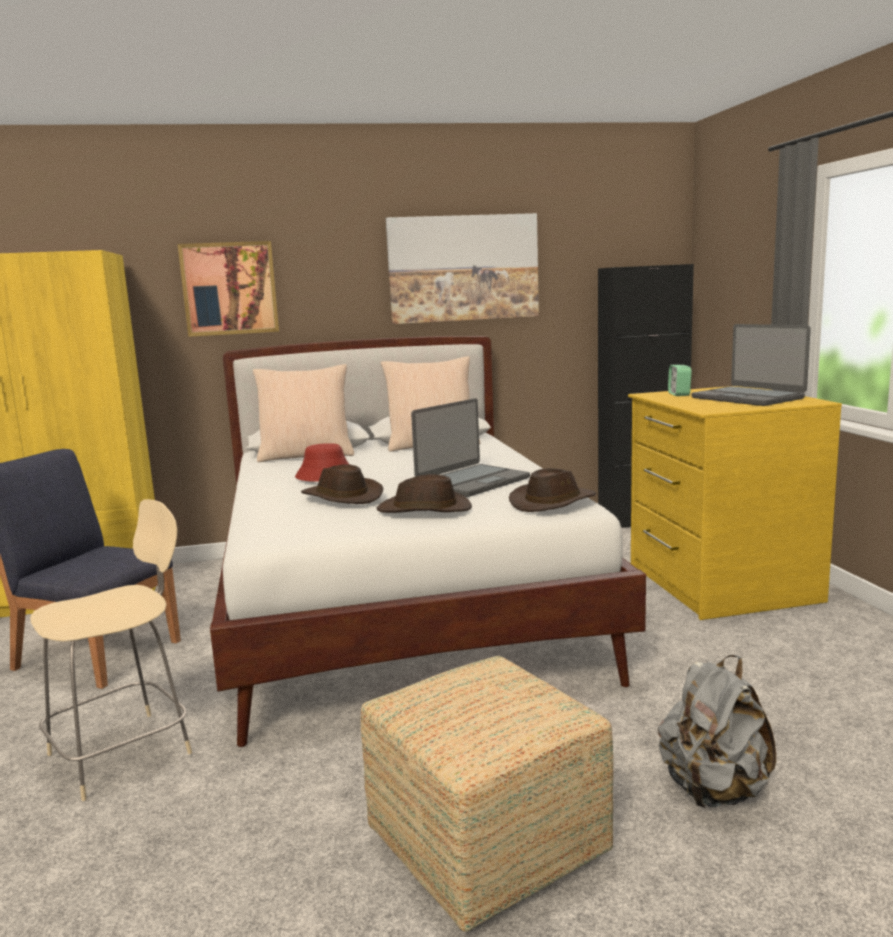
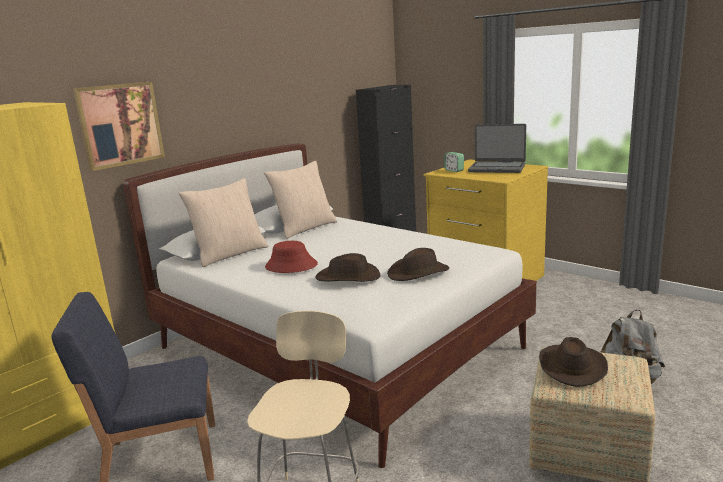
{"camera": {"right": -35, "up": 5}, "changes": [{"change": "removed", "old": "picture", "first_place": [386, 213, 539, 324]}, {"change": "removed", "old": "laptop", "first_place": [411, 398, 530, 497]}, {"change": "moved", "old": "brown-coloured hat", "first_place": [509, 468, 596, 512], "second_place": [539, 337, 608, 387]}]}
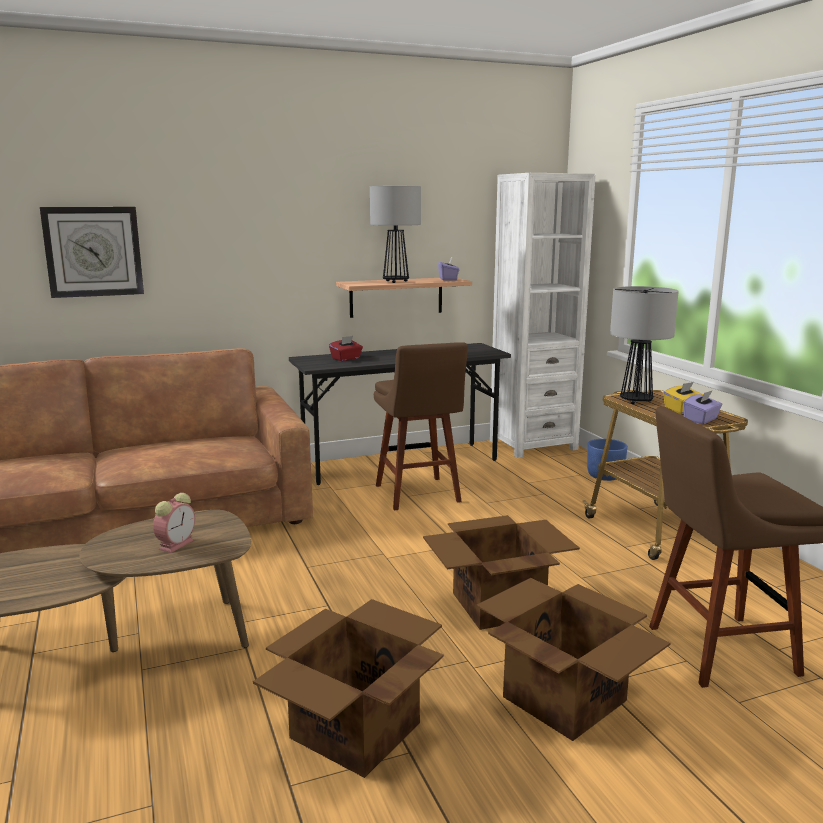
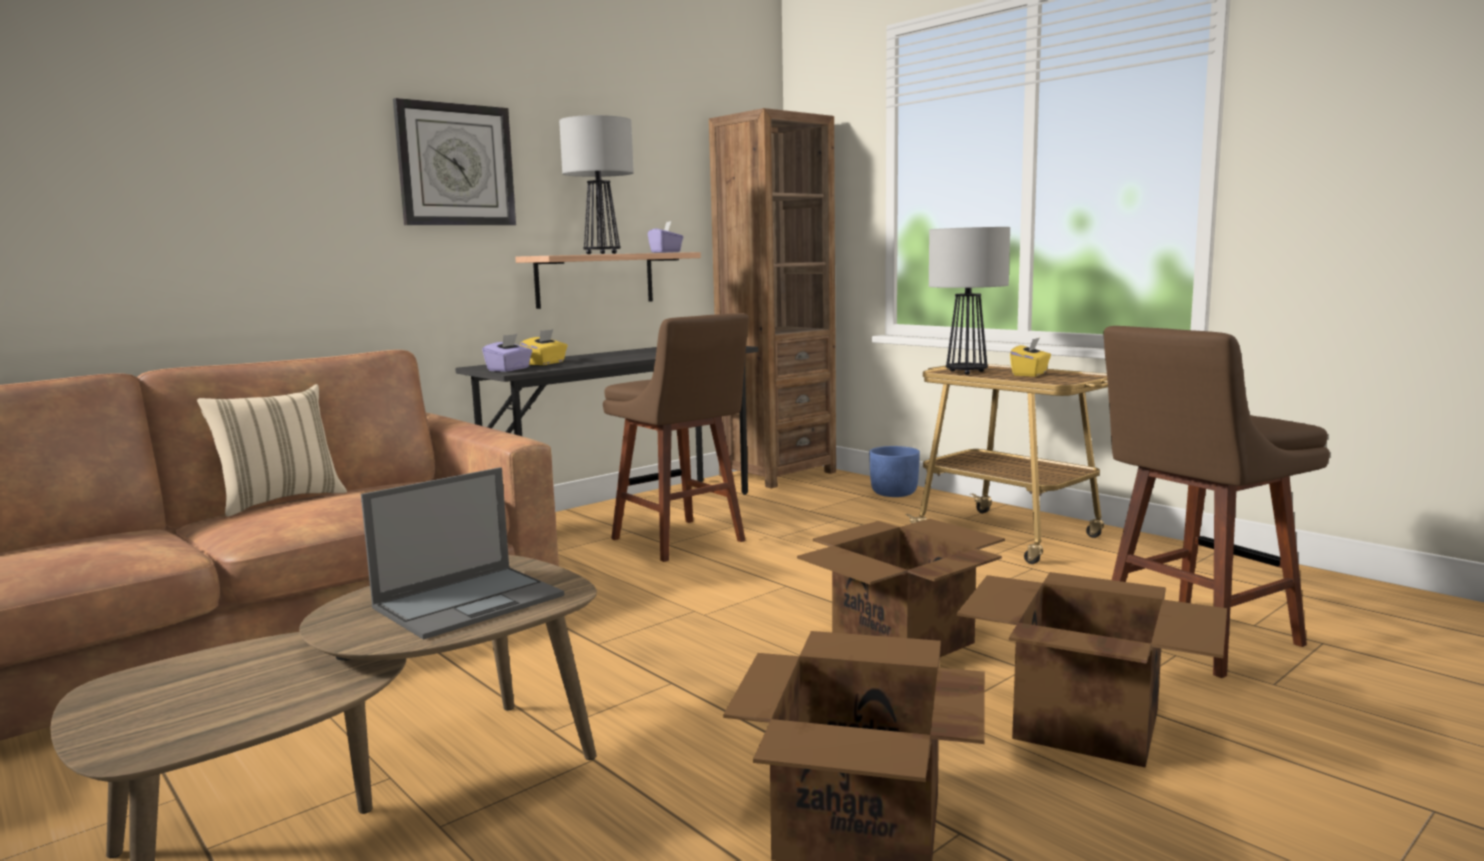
{"camera": {"right": -20, "up": -5}, "changes": [{"change": "added", "new": "beige-coloured cushion", "second_place": [197, 384, 347, 517]}, {"change": "moved", "old": "wall clock", "first_place": [40, 207, 144, 298], "second_place": [393, 98, 516, 225]}, {"change": "moved", "old": "purplish tissue box", "first_place": [683, 390, 722, 424], "second_place": [482, 334, 532, 372]}, {"change": "replaced", "old": "table clock", "new": "laptop", "first_place": [153, 493, 195, 553], "second_place": [361, 467, 564, 640]}, {"change": "recoloured", "old": "reddish tissue box", "new": "yellow tissue box", "first_place": [329, 336, 363, 361], "second_place": [520, 329, 568, 365]}, {"change": "recoloured", "old": "white bookshelf", "new": "brown-coloured bookshelf", "first_place": [490, 173, 596, 458], "second_place": [709, 108, 836, 488]}]}
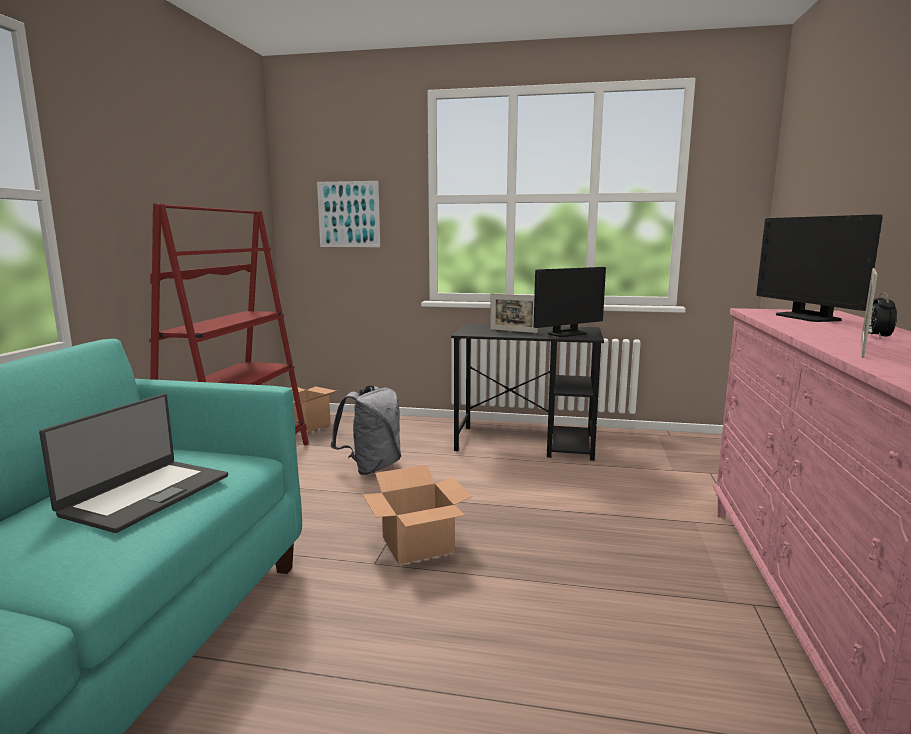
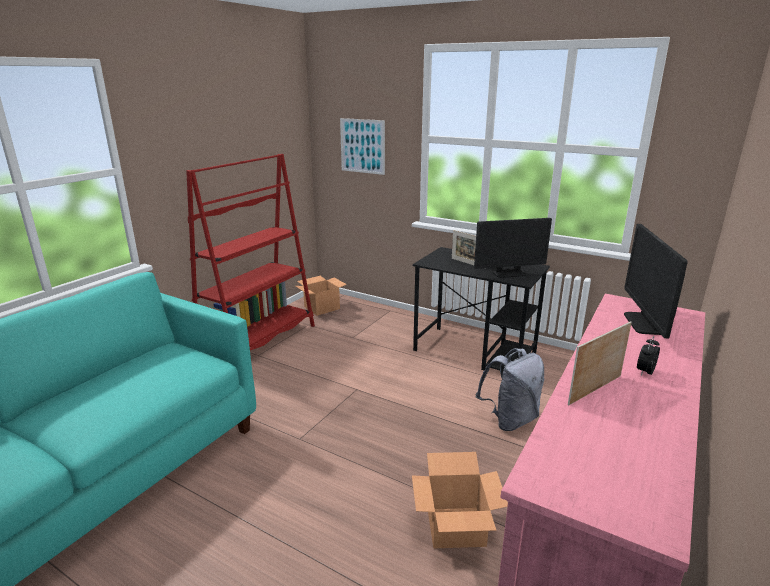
{"camera": {"right": 20, "up": 10}, "changes": [{"change": "removed", "old": "laptop", "first_place": [39, 394, 228, 533]}, {"change": "moved", "old": "grey backpack", "first_place": [331, 385, 401, 475], "second_place": [476, 348, 544, 431]}, {"change": "moved", "old": "carton", "first_place": [363, 465, 472, 564], "second_place": [412, 452, 508, 548]}]}
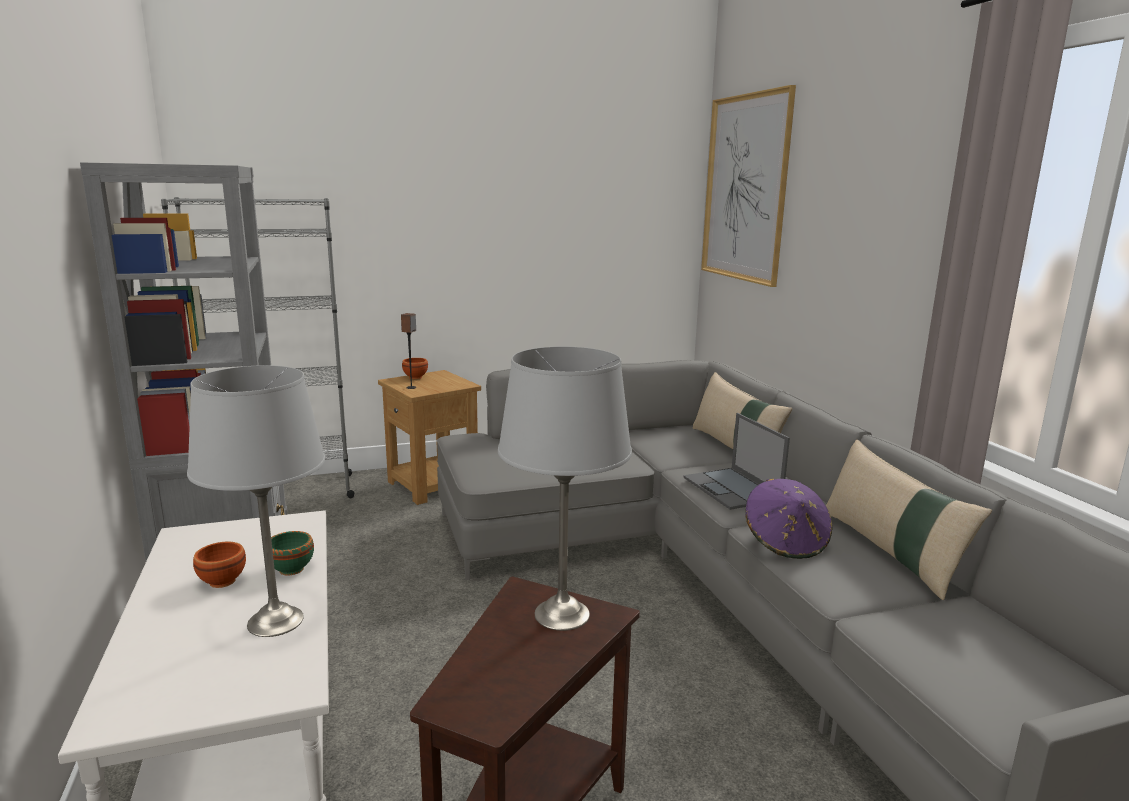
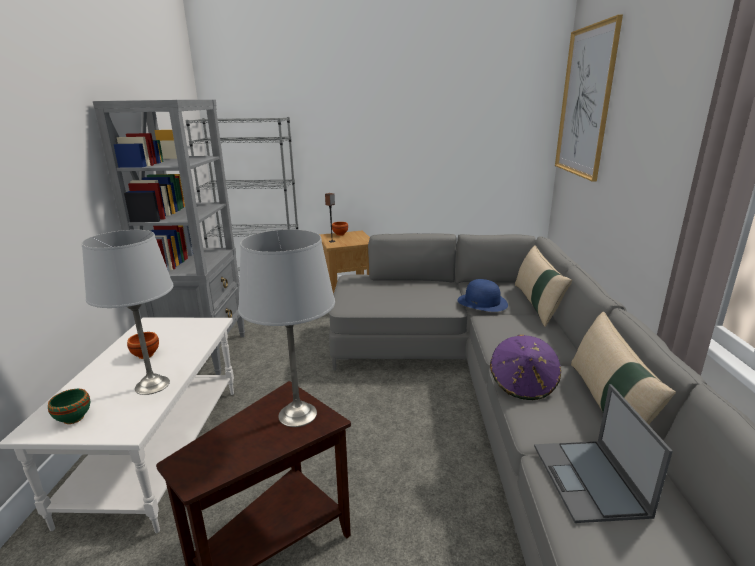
{"camera": {"right": 20, "up": 5}, "changes": [{"change": "added", "new": "bluish hat", "second_place": [457, 279, 508, 312]}, {"change": "moved", "old": "greenish bowl", "first_place": [271, 531, 314, 575], "second_place": [48, 389, 90, 424]}, {"change": "moved", "old": "laptop", "first_place": [684, 413, 790, 510], "second_place": [534, 384, 673, 523]}]}
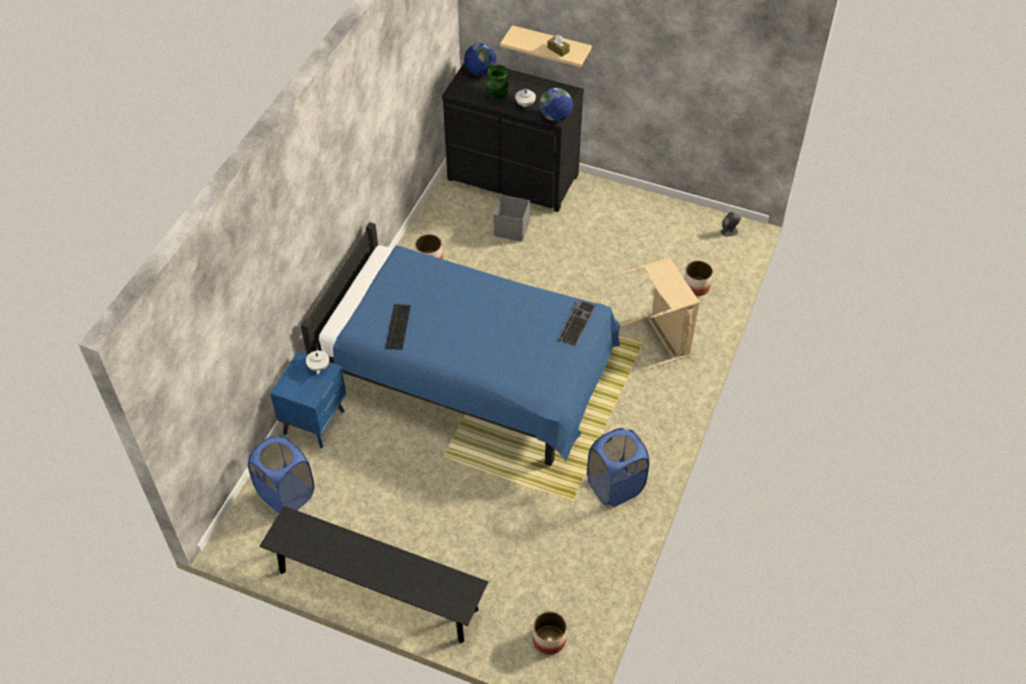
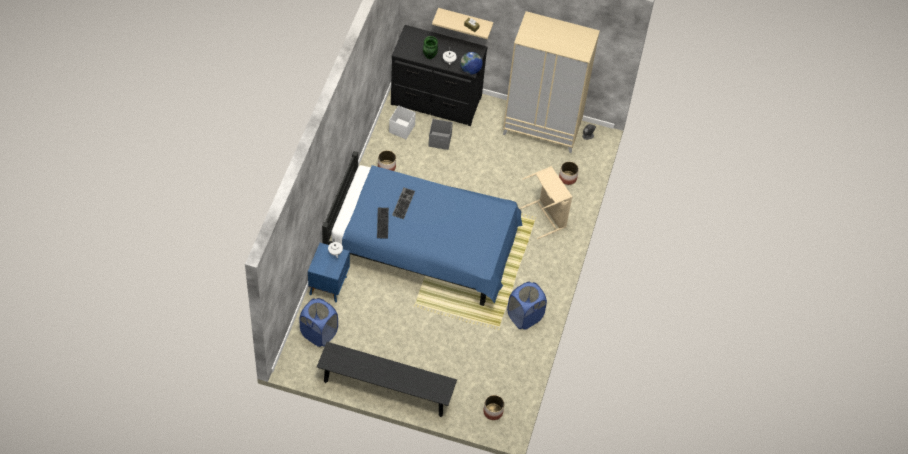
{"camera": {"right": -10, "up": 5}, "changes": [{"change": "removed", "old": "world globe", "first_place": [464, 43, 496, 76]}, {"change": "added", "new": "white storage bin", "second_place": [389, 105, 416, 139]}, {"change": "added", "new": "beige-coloured armoire", "second_place": [503, 11, 600, 153]}, {"change": "moved", "old": "keyboard", "first_place": [557, 300, 596, 346], "second_place": [392, 188, 415, 219]}]}
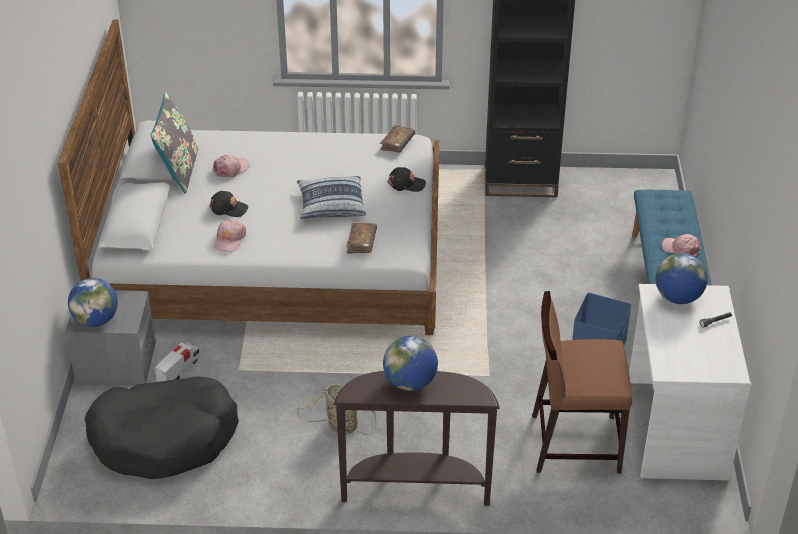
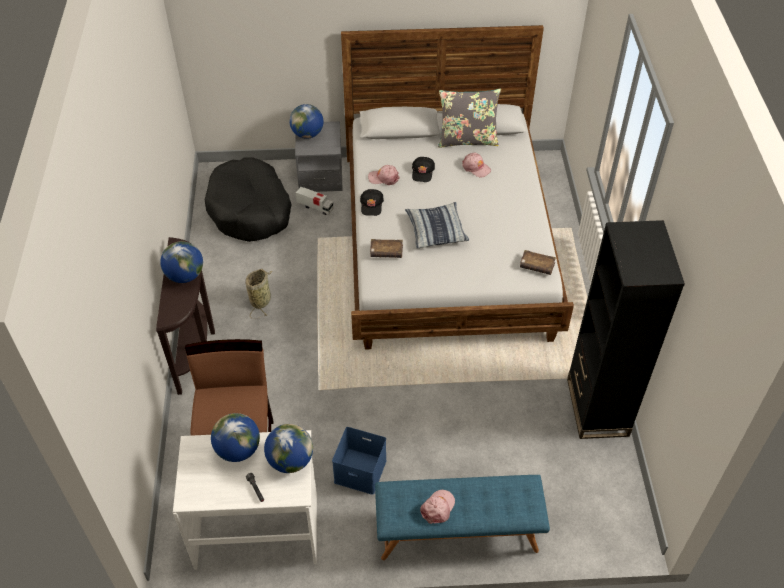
{"camera": {"right": 85, "up": 10}, "changes": [{"change": "added", "new": "world globe", "second_place": [211, 413, 260, 462]}, {"change": "moved", "old": "black-coloured baseball cap", "first_place": [388, 167, 426, 192], "second_place": [360, 189, 384, 216]}]}
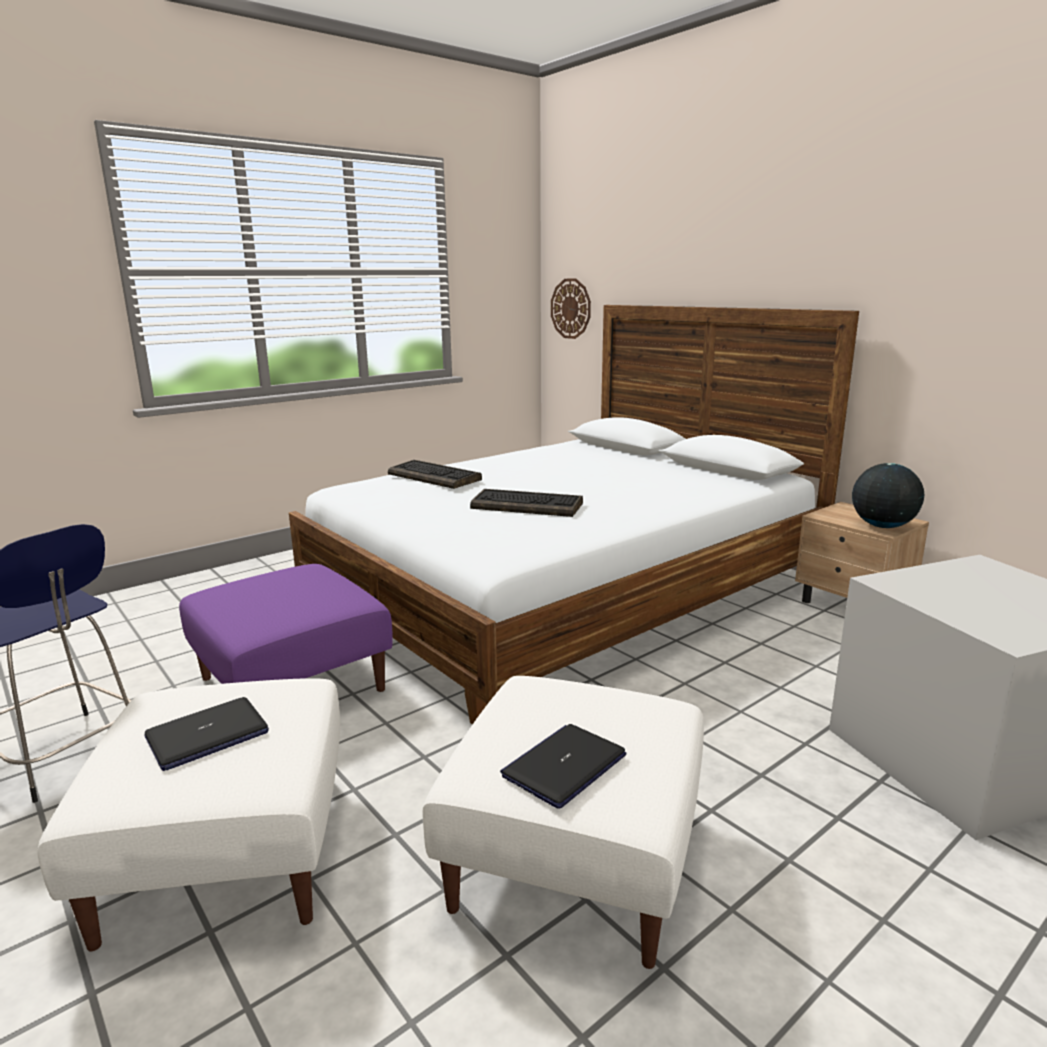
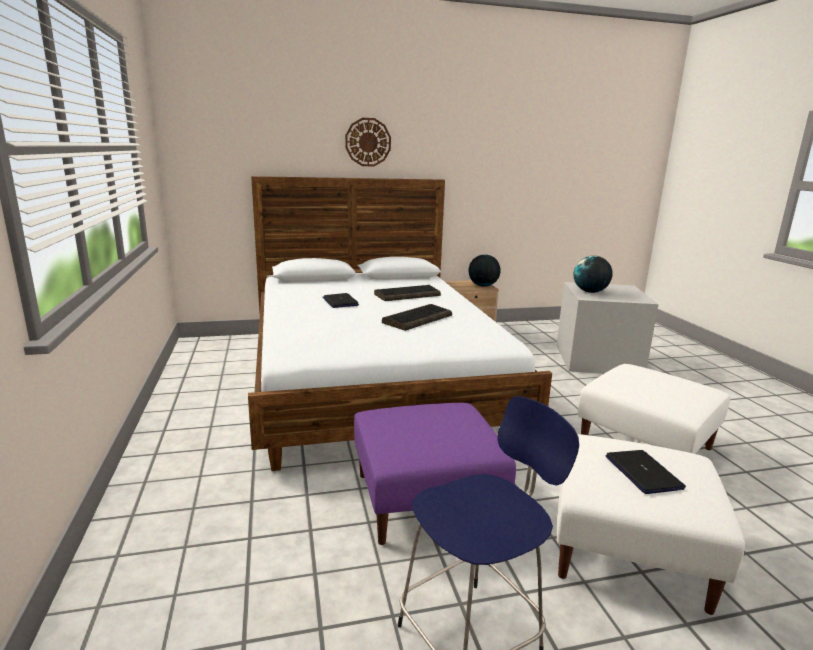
{"camera": {"right": -65, "up": 0}, "changes": [{"change": "added", "new": "world globe", "second_place": [573, 256, 613, 293]}, {"change": "moved", "old": "keyboard", "first_place": [388, 460, 482, 489], "second_place": [374, 285, 441, 301]}, {"change": "moved", "old": "laptop", "first_place": [500, 724, 626, 809], "second_place": [322, 293, 359, 308]}, {"change": "moved", "old": "wall clock", "first_place": [551, 278, 591, 339], "second_place": [345, 118, 391, 166]}]}
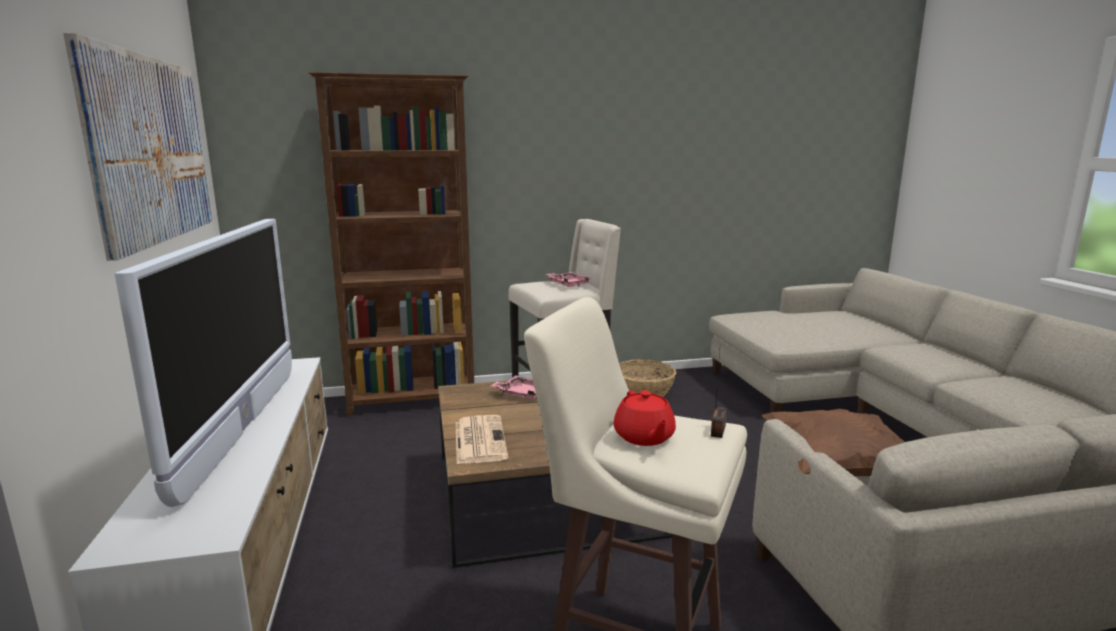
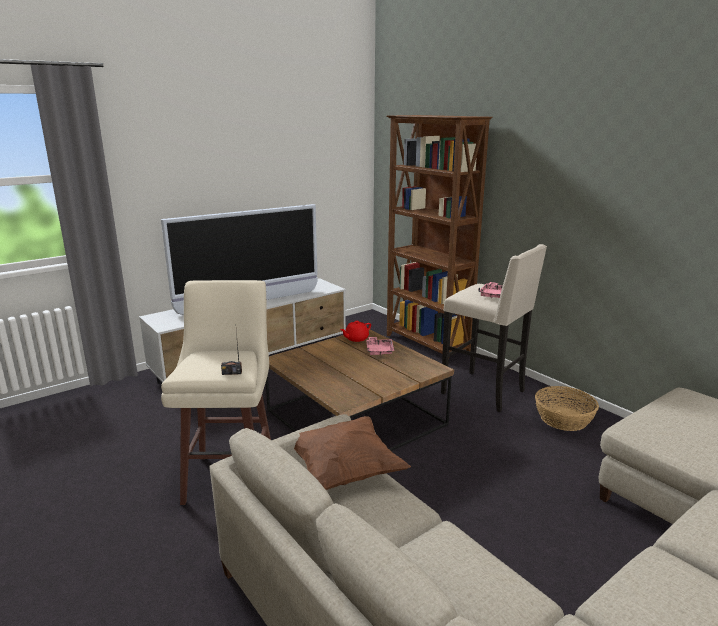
{"camera": {"right": 65, "up": 5}, "changes": [{"change": "removed", "old": "picture", "first_place": [63, 33, 212, 261]}, {"change": "removed", "old": "newspaper", "first_place": [456, 415, 508, 464]}, {"change": "moved", "old": "reddish pot for tea", "first_place": [614, 390, 676, 446], "second_place": [340, 321, 371, 342]}]}
